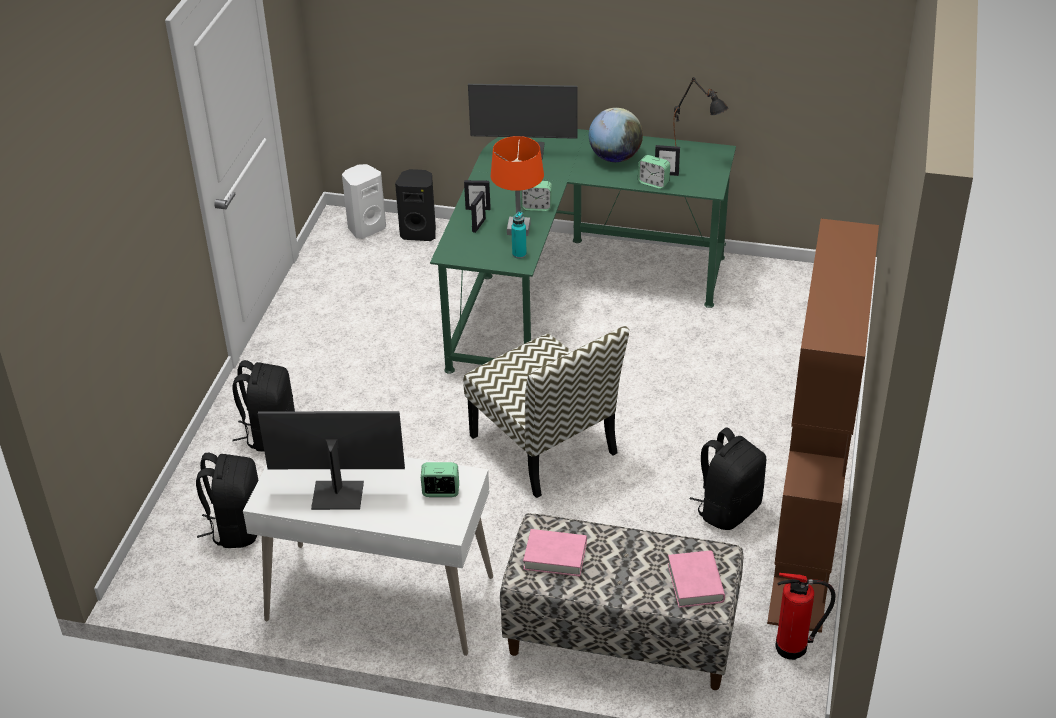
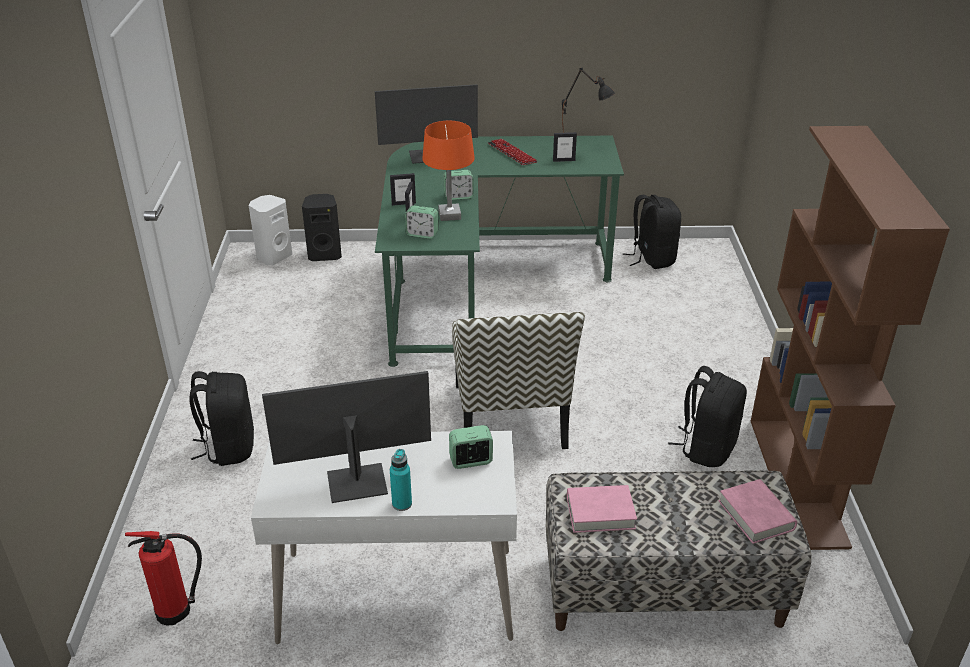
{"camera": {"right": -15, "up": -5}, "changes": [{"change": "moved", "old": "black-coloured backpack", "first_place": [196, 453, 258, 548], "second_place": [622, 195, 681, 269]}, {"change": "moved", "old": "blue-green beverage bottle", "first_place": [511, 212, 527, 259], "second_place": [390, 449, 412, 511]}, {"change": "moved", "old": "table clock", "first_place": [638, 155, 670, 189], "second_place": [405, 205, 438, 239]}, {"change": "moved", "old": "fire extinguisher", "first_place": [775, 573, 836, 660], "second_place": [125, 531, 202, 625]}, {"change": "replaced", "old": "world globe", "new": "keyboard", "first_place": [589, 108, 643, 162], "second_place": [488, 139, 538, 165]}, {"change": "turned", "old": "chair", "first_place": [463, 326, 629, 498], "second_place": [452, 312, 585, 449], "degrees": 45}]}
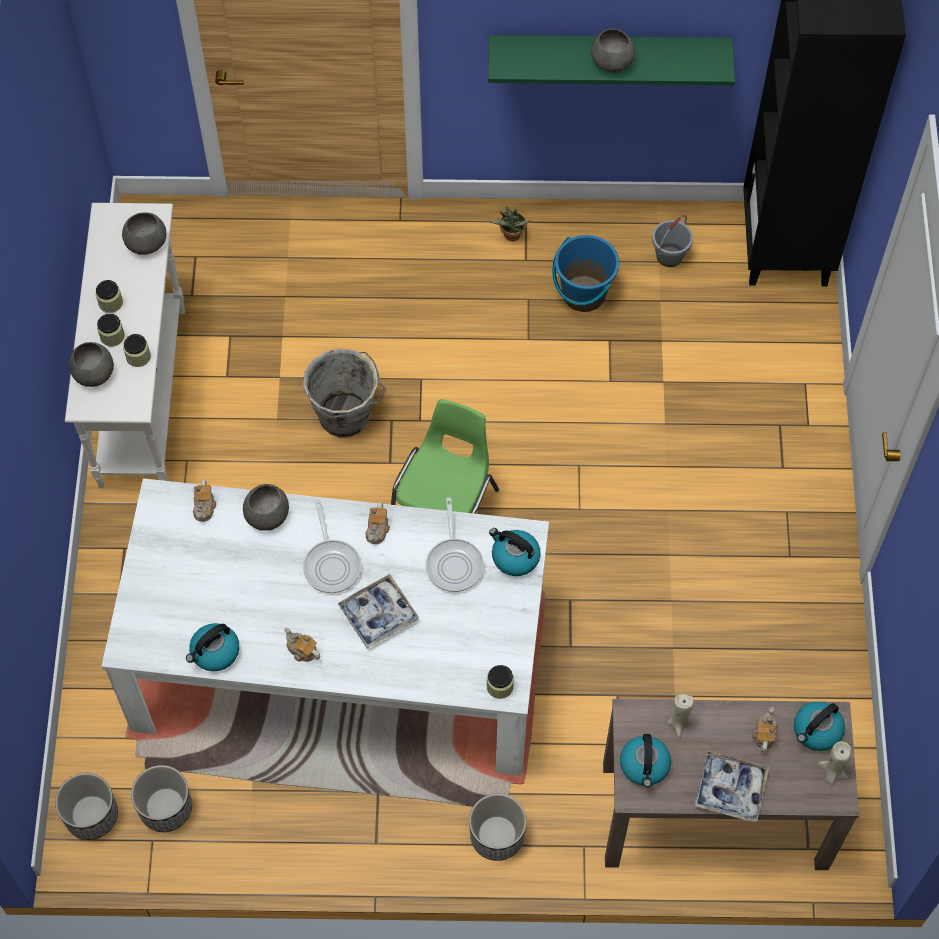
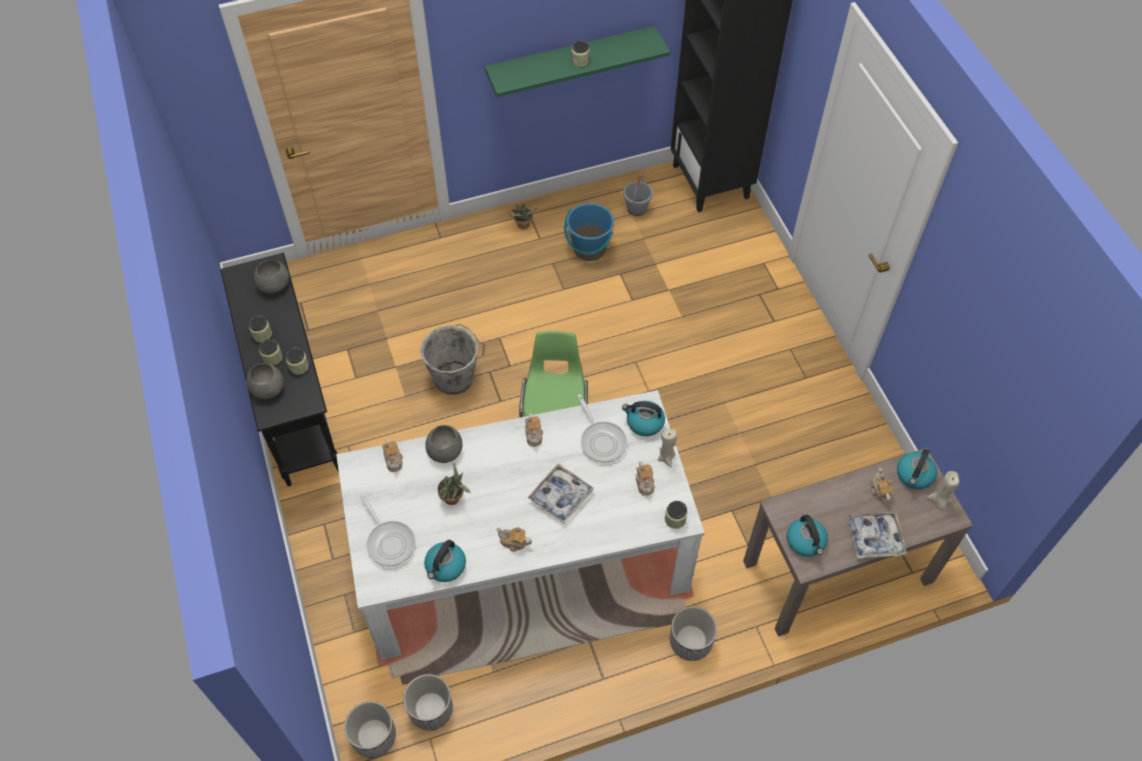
{"camera": {"right": -20, "up": -5}, "changes": [{"change": "added", "new": "potted plant", "second_place": [437, 464, 471, 505]}, {"change": "added", "new": "pot for tea", "second_place": [636, 461, 655, 496]}, {"change": "moved", "old": "frying pan", "first_place": [303, 500, 361, 593], "second_place": [360, 494, 416, 566]}, {"change": "moved", "old": "beige-coloured candle", "first_place": [667, 694, 694, 738], "second_place": [658, 429, 677, 467]}, {"change": "replaced", "old": "grey bowl", "new": "storage jar", "first_place": [591, 29, 635, 73], "second_place": [571, 41, 590, 67]}, {"change": "recoloured", "old": "white console table", "new": "black-coloured console table", "first_place": [65, 203, 185, 489], "second_place": [220, 253, 339, 486]}]}
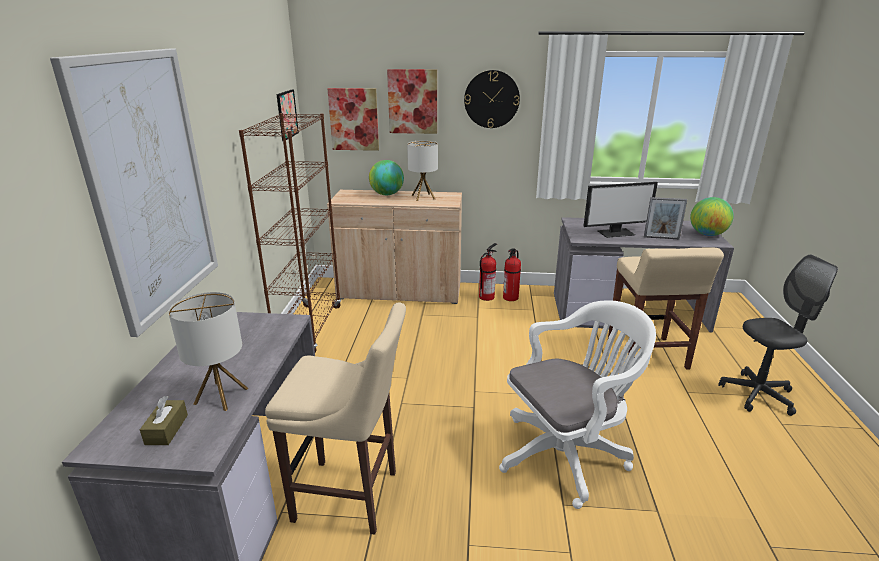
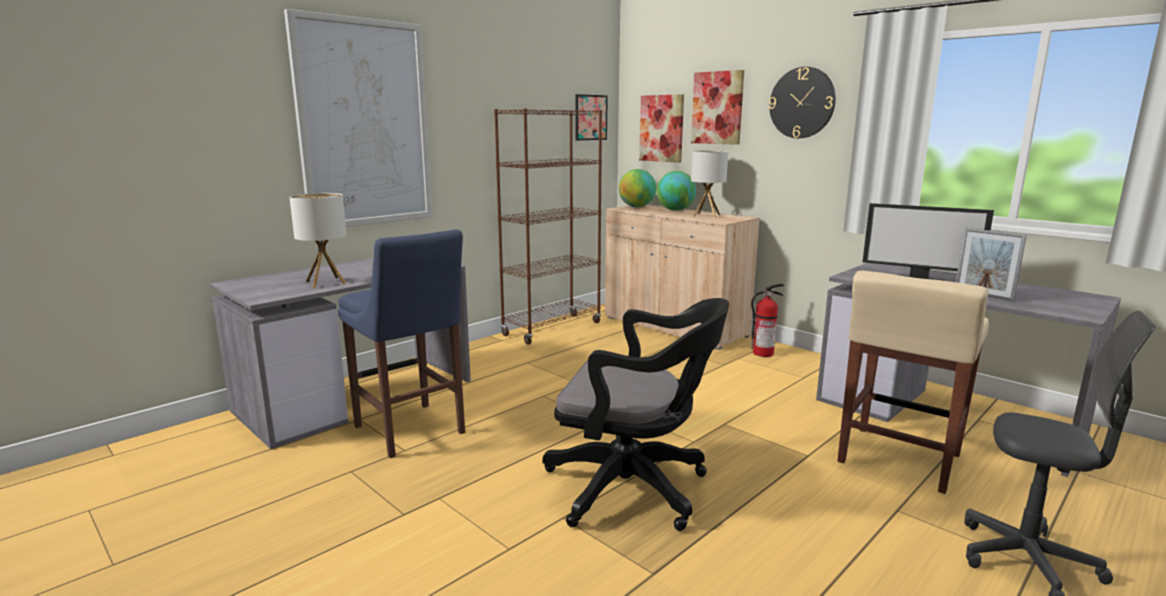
{"camera": {"right": 40, "up": -10}, "changes": [{"change": "removed", "old": "brown-coloured tissue box", "first_place": [140, 396, 188, 445]}, {"change": "removed", "old": "fire extinguisher", "first_place": [503, 248, 521, 301]}, {"change": "moved", "old": "world globe", "first_place": [690, 197, 734, 236], "second_place": [619, 169, 656, 207]}, {"change": "recoloured", "old": "beige-coloured sitting stool", "new": "bluish sitting stool", "first_place": [265, 302, 406, 535], "second_place": [338, 230, 465, 458]}, {"change": "recoloured", "old": "white office chair", "new": "black-coloured office chair", "first_place": [499, 300, 656, 509], "second_place": [542, 298, 729, 531]}]}
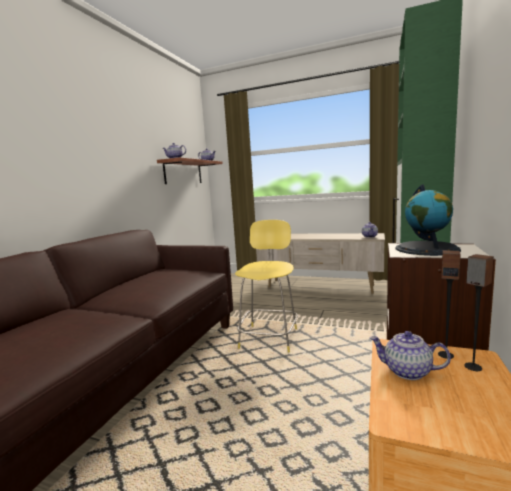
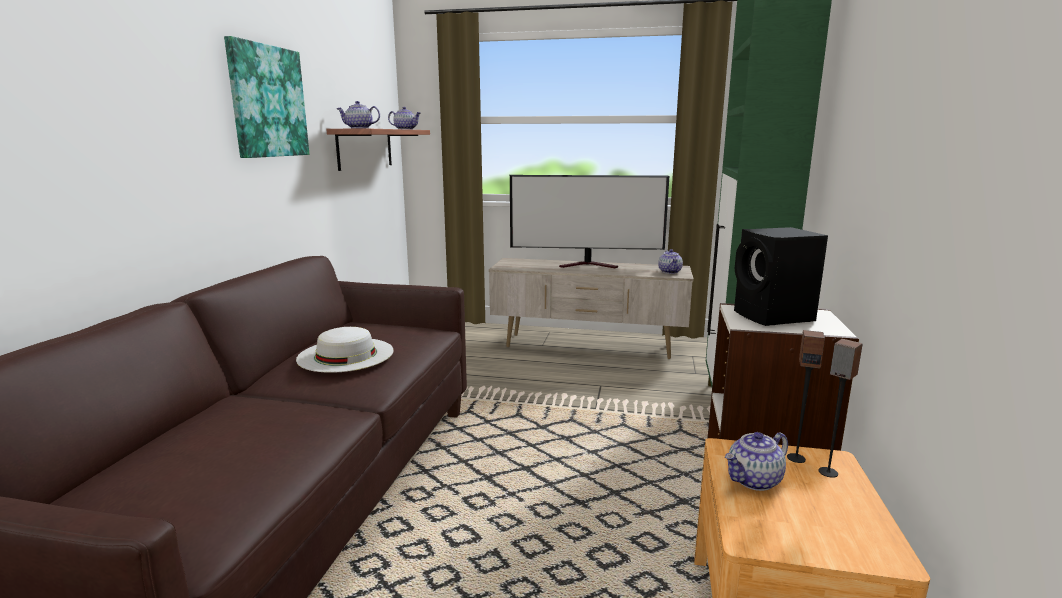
{"camera": {"right": -10, "up": 5}, "changes": [{"change": "removed", "old": "yellow sitting stool", "first_place": [235, 220, 298, 353]}, {"change": "added", "new": "picture", "second_place": [224, 36, 309, 158]}, {"change": "added", "new": "white hat", "second_place": [296, 327, 394, 373]}, {"change": "added", "new": "TV", "second_place": [510, 175, 669, 268]}, {"change": "replaced", "old": "world globe", "new": "black-coloured audio speaker", "first_place": [396, 184, 461, 256], "second_place": [734, 227, 828, 326]}, {"change": "turned", "old": "pot for tea", "first_place": [370, 331, 451, 380], "second_place": [725, 432, 788, 491], "degrees": -45}]}
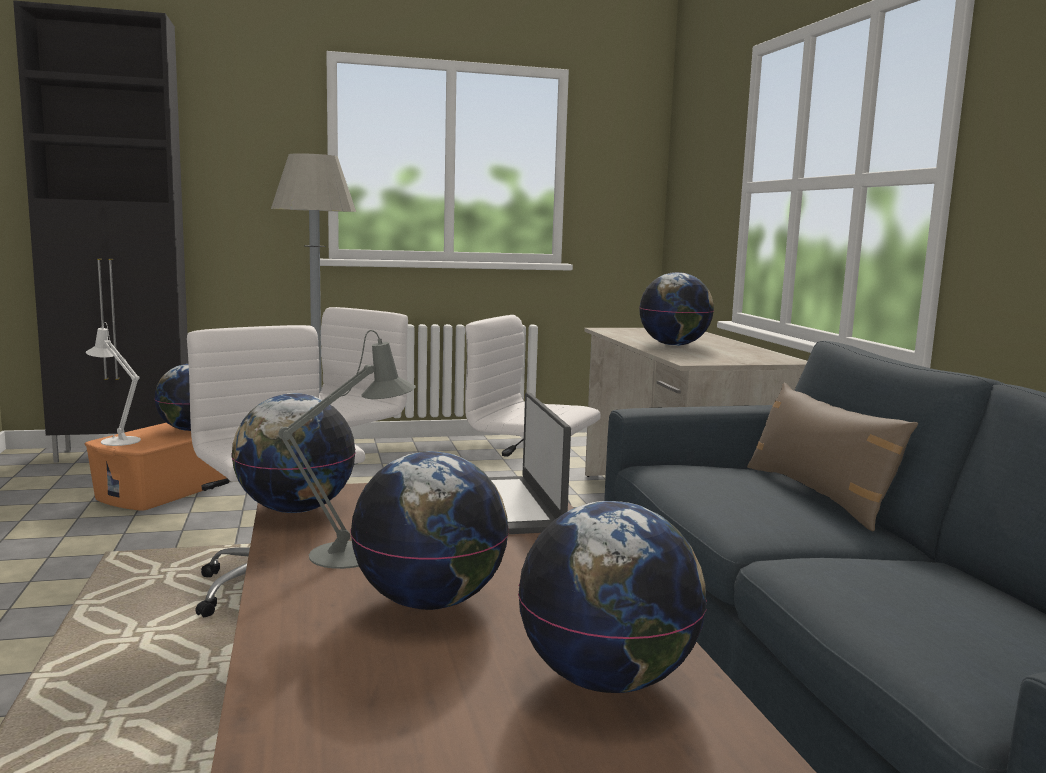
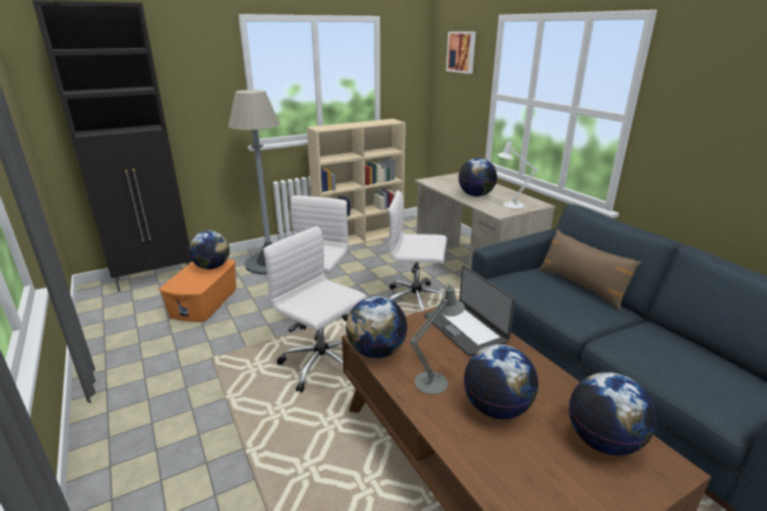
{"camera": {"right": -15, "up": 15}, "changes": [{"change": "added", "new": "beige-coloured bookshelf", "second_place": [307, 119, 406, 247]}, {"change": "added", "new": "picture", "second_place": [446, 31, 476, 74]}, {"change": "moved", "old": "white tabletop lamp", "first_place": [86, 322, 141, 446], "second_place": [498, 138, 538, 209]}]}
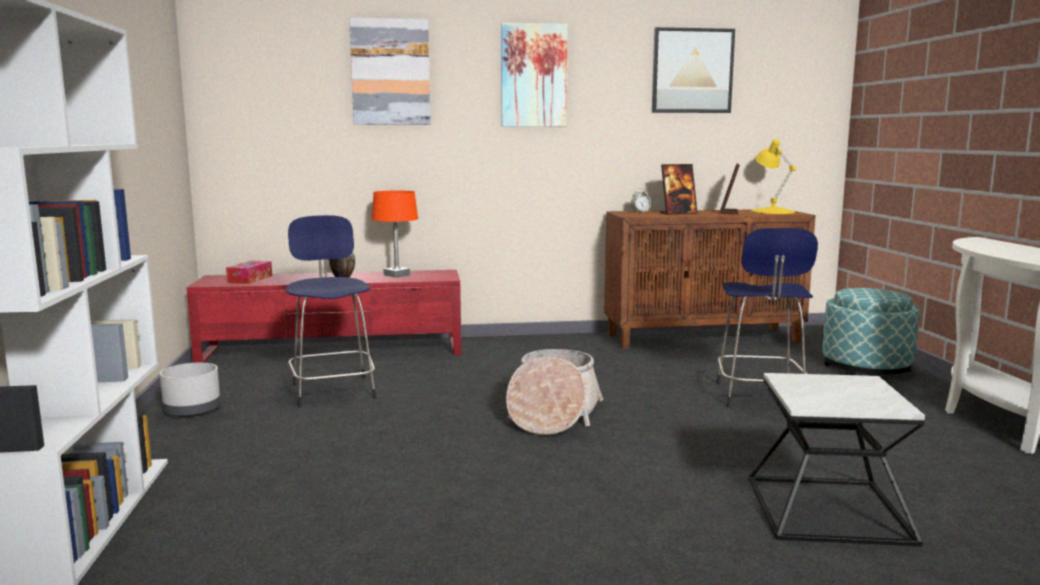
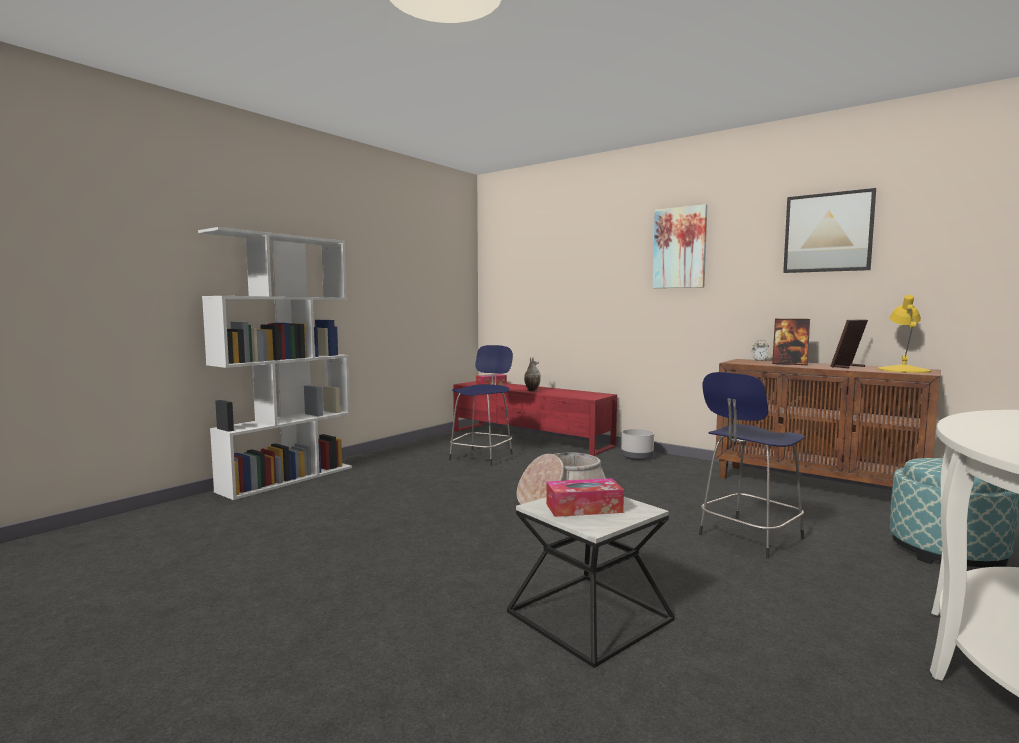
{"camera": {"right": 45, "up": -5}, "changes": [{"change": "removed", "old": "picture", "first_place": [349, 17, 431, 125]}, {"change": "removed", "old": "orangey tabletop lamp", "first_place": [372, 190, 418, 278]}, {"change": "added", "new": "tissue box", "second_place": [546, 478, 624, 517]}, {"change": "moved", "old": "grey planter", "first_place": [160, 363, 220, 417], "second_place": [621, 429, 654, 460]}]}
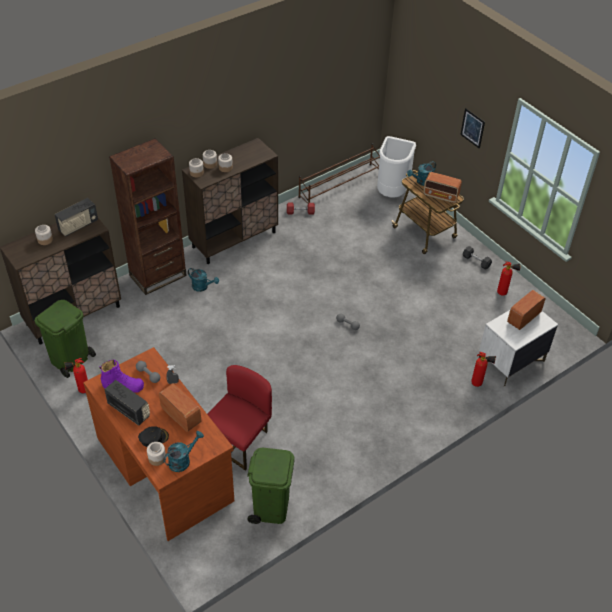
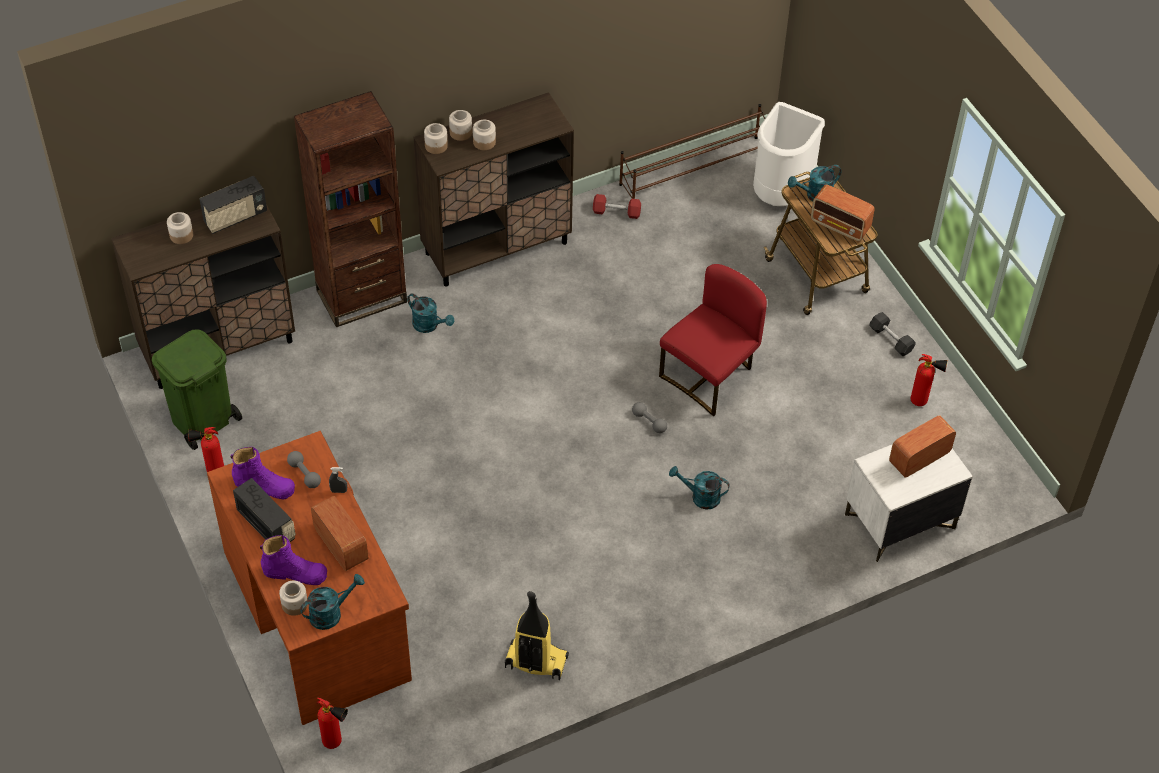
{"camera": {"right": 10, "up": 5}, "changes": [{"change": "removed", "old": "greenish rubbish bin", "first_place": [247, 448, 295, 524]}, {"change": "removed", "old": "picture", "first_place": [461, 108, 485, 148]}, {"change": "added", "new": "hoover", "second_place": [505, 591, 569, 680]}, {"change": "added", "new": "blue-green sprinkling can", "second_place": [669, 466, 730, 510]}, {"change": "moved", "old": "reddish chair", "first_place": [207, 365, 272, 471], "second_place": [659, 264, 767, 417]}, {"change": "moved", "old": "fire extinguisher", "first_place": [471, 352, 496, 387], "second_place": [317, 698, 348, 749]}, {"change": "replaced", "old": "black-coloured baseball cap", "new": "purplish high-top boot", "first_place": [138, 426, 169, 447], "second_place": [260, 535, 327, 585]}]}
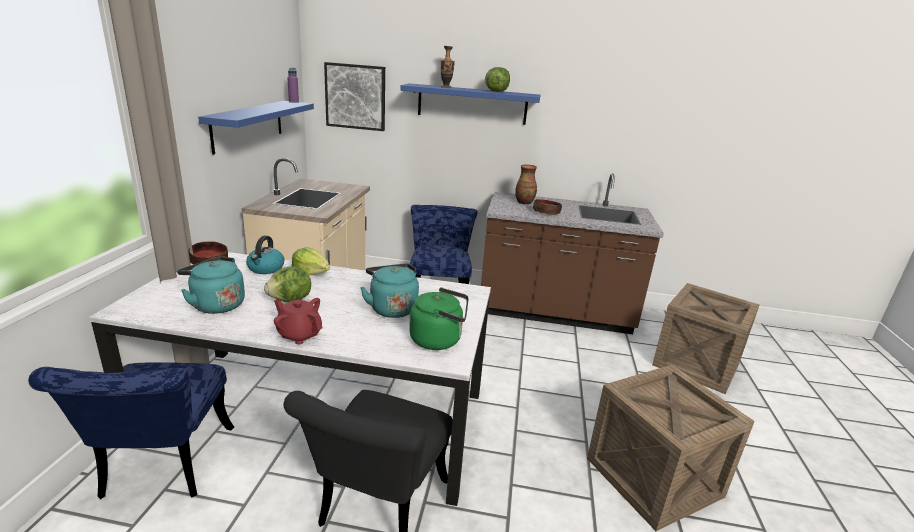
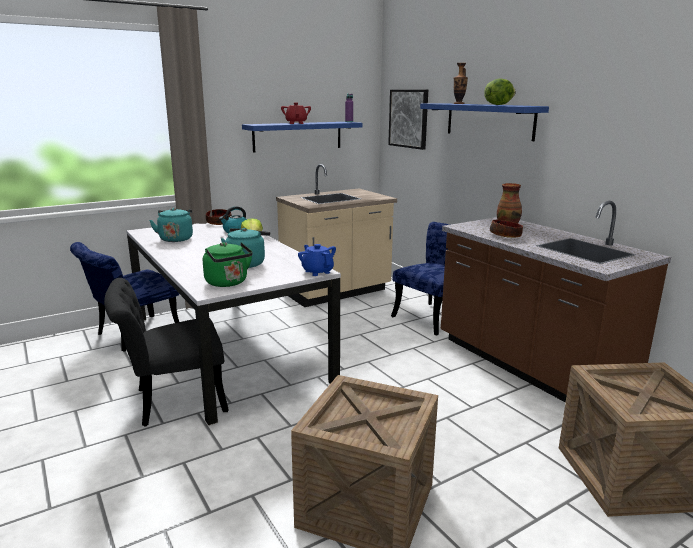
{"camera": {"right": 50, "up": -5}, "changes": [{"change": "removed", "old": "lettuce head", "first_place": [264, 266, 311, 302]}, {"change": "added", "new": "bluish pot for tea", "second_place": [298, 244, 336, 276]}, {"change": "moved", "old": "reddish pot for tea", "first_place": [274, 298, 323, 345], "second_place": [281, 102, 311, 124]}]}
